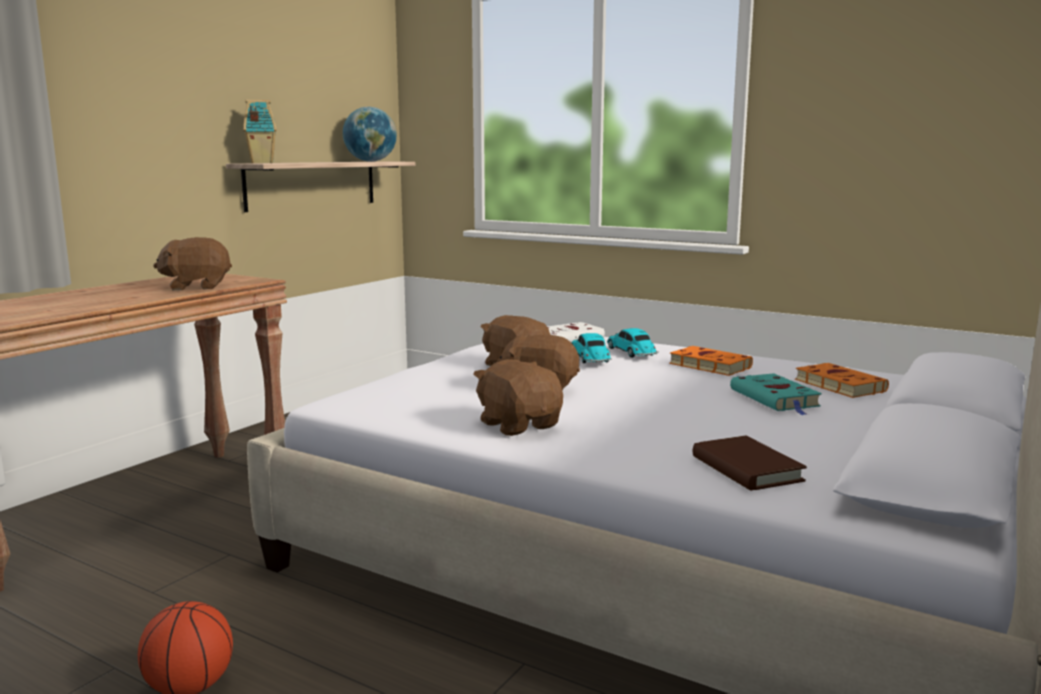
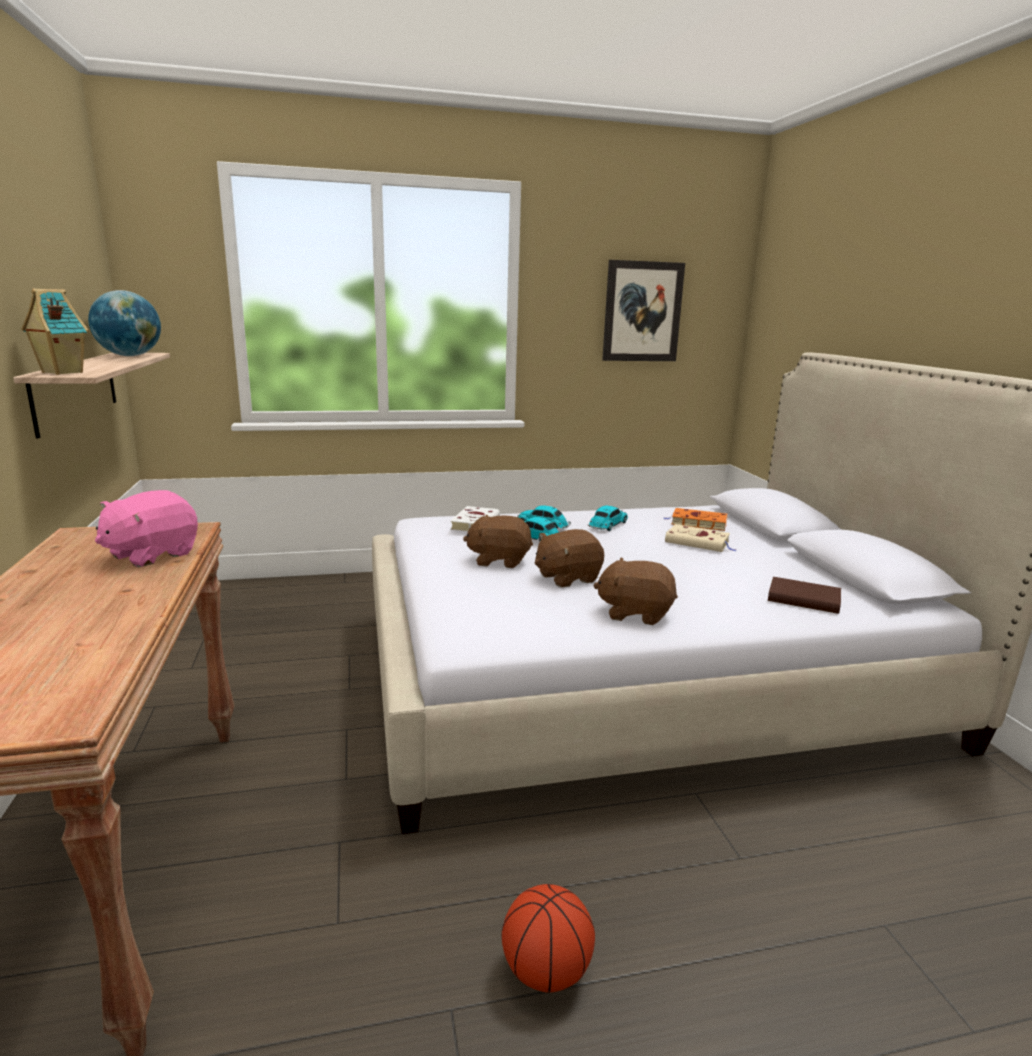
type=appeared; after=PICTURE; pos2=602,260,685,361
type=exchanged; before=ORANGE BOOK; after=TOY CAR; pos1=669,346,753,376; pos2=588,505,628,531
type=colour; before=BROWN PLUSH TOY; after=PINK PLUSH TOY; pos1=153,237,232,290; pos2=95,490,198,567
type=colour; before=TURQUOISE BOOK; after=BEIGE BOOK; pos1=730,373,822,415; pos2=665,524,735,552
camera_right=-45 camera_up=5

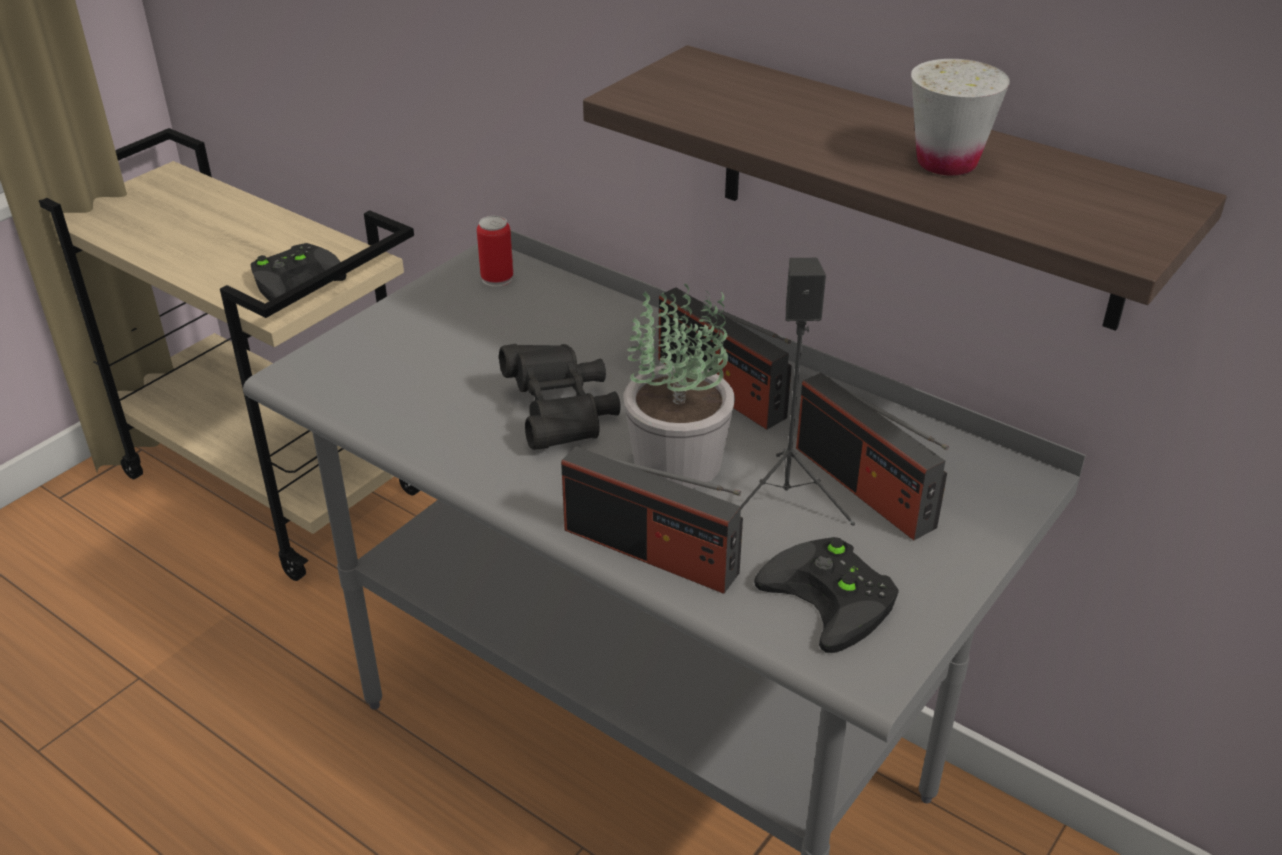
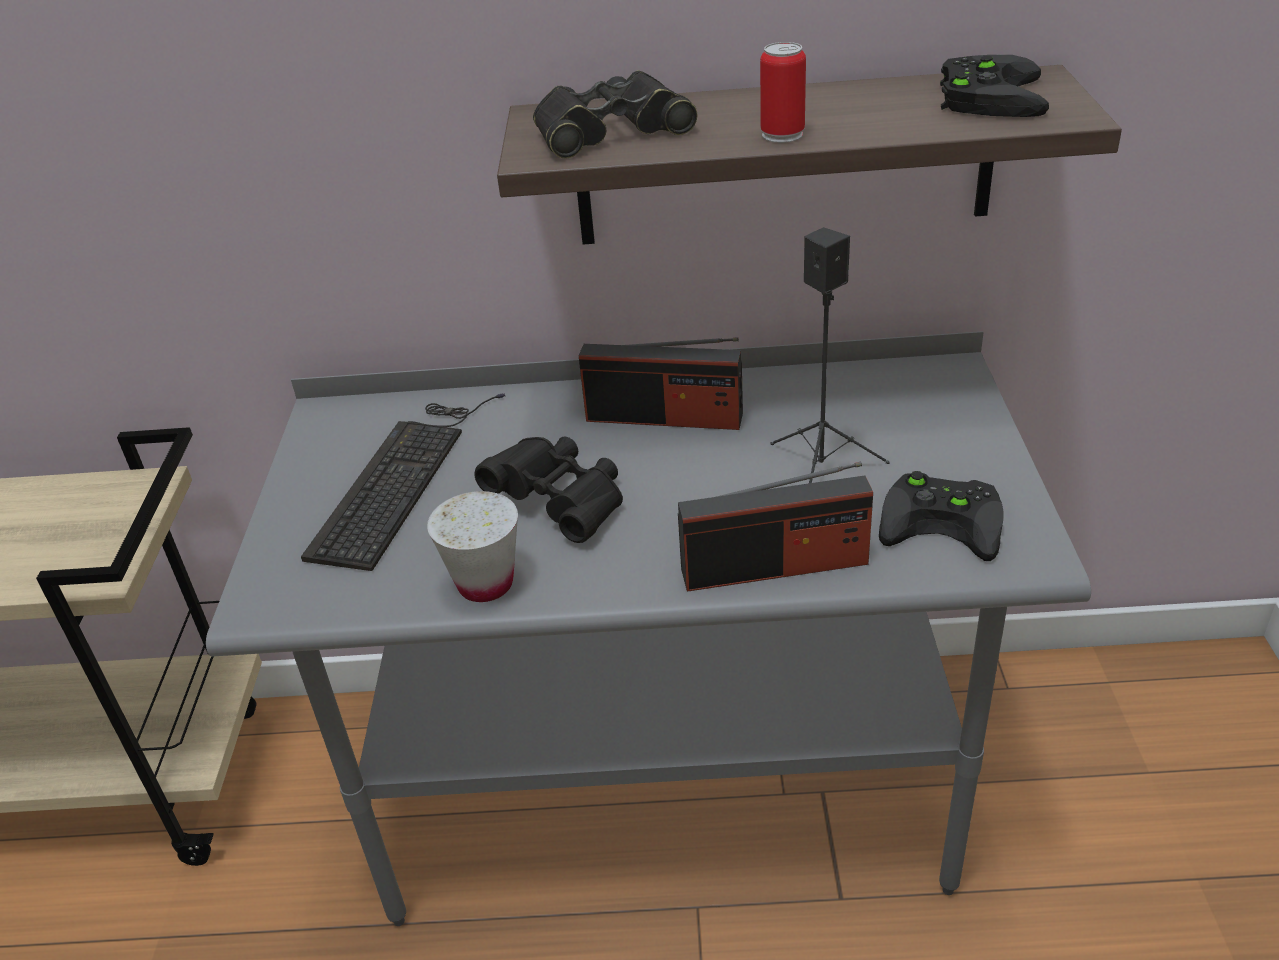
type=missing; before=POTTED PLANT; pos1=623,283,735,489
type=missing; before=RADIO; pos1=796,373,949,540
type=appeared; after=KEYBOARD; pos2=301,393,505,571
type=appeared; after=BLACK BINOCULARS; pos2=533,70,697,158
type=relocated; before=BLACK GAME CONTROLLER; pos1=251,243,346,301; pos2=940,55,1049,117
type=relocated; before=CAN; pos1=477,216,513,287; pos2=760,42,806,143
type=relocated; before=WHITE CUP; pos1=911,59,1010,176; pos2=427,491,518,602
camera_right=-35 camera_up=0

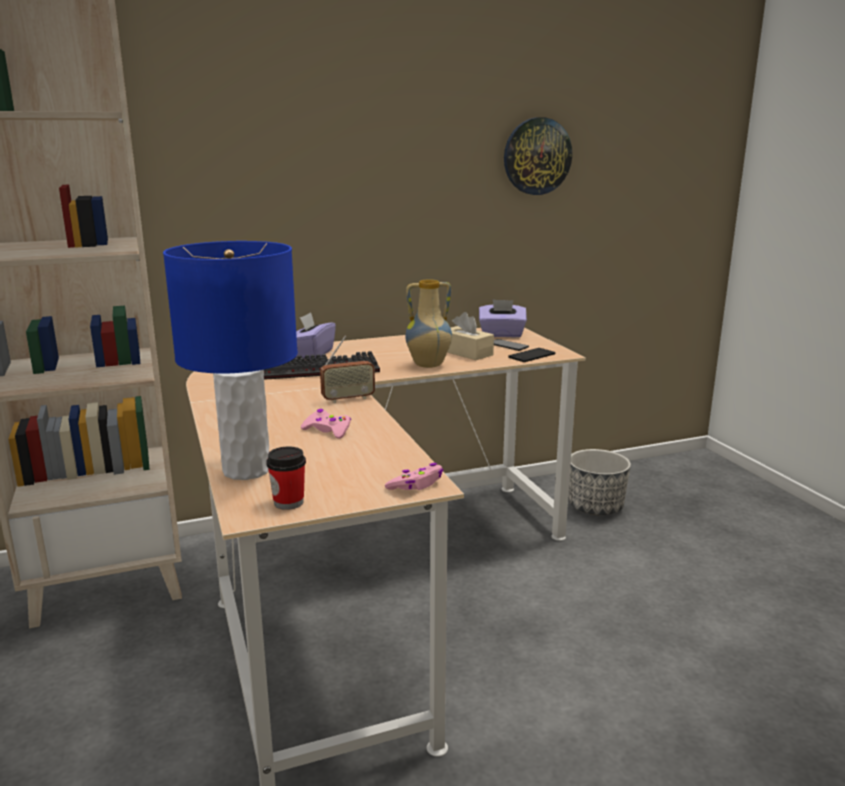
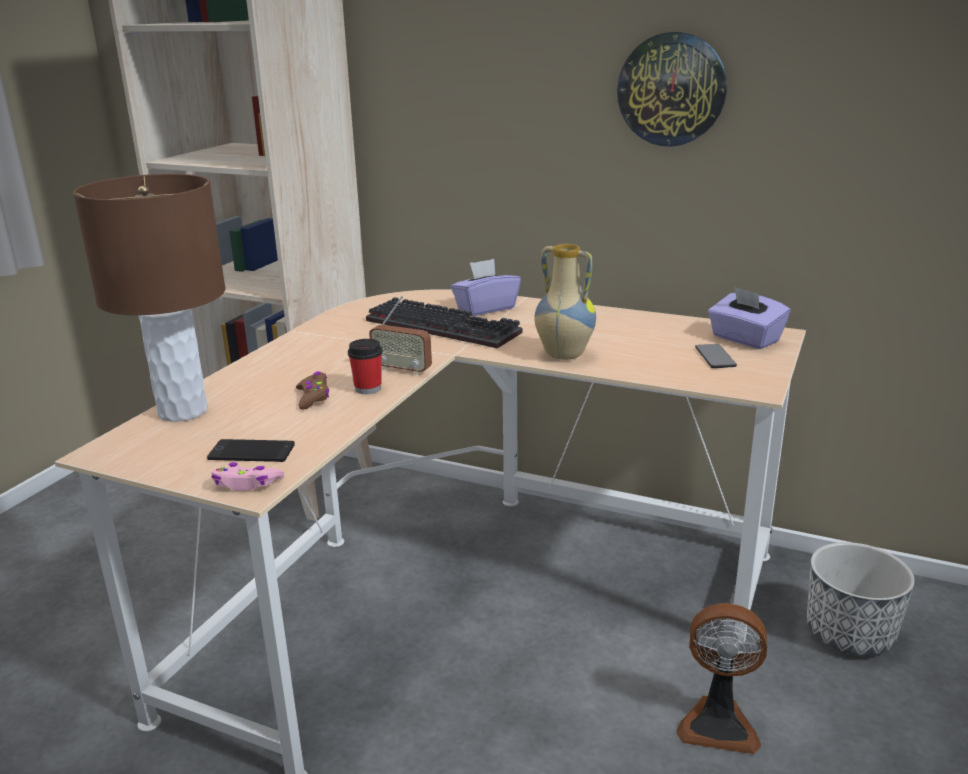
type=missing; before=BEIGE TISSUE BOX; pos1=447,312,494,360
type=appeared; after=FAN; pos2=677,603,767,754
type=relocated; before=CUP; pos1=266,447,306,510; pos2=348,339,383,394
type=relocated; before=WALL CLOCK; pos1=504,117,572,195; pos2=617,32,727,147
type=relocated; before=PHONE; pos1=508,348,556,362; pos2=207,439,295,462
type=colour; before=BLUE TABLE LAMP; after=BROWN TABLE LAMP; pos1=163,241,298,480; pos2=73,174,226,422
type=colour; before=PINK GAME CONTROLLER; after=BROWN GAME CONTROLLER; pos1=301,409,351,439; pos2=296,371,329,410
camera_right=45 camera_up=5

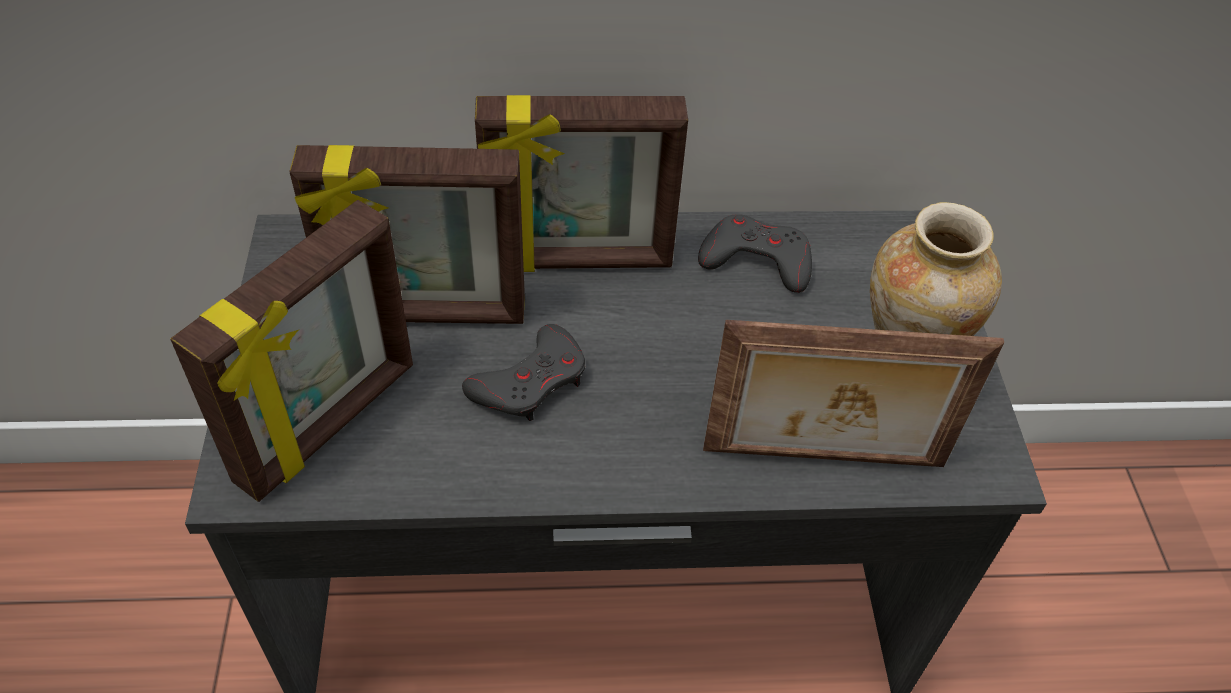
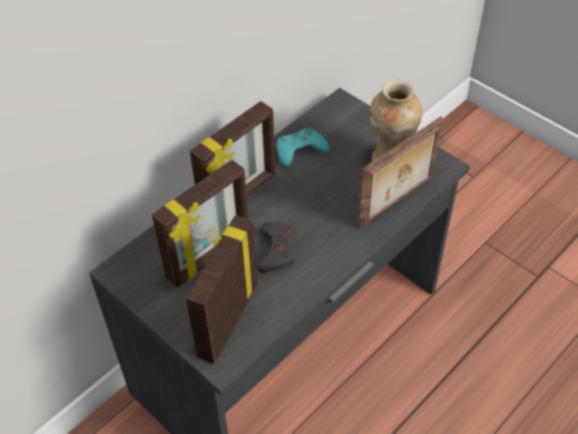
type=colour; before=GREY GAME CONTROLLER; after=TURQUOISE GAME CONTROLLER; pos1=698,214,812,293; pos2=276,128,329,167
type=spun; before=PICTURE FRAME; pos1=170,200,413,502; pos2=186,215,257,364; turn=-150
camera_right=-40 camera_up=0

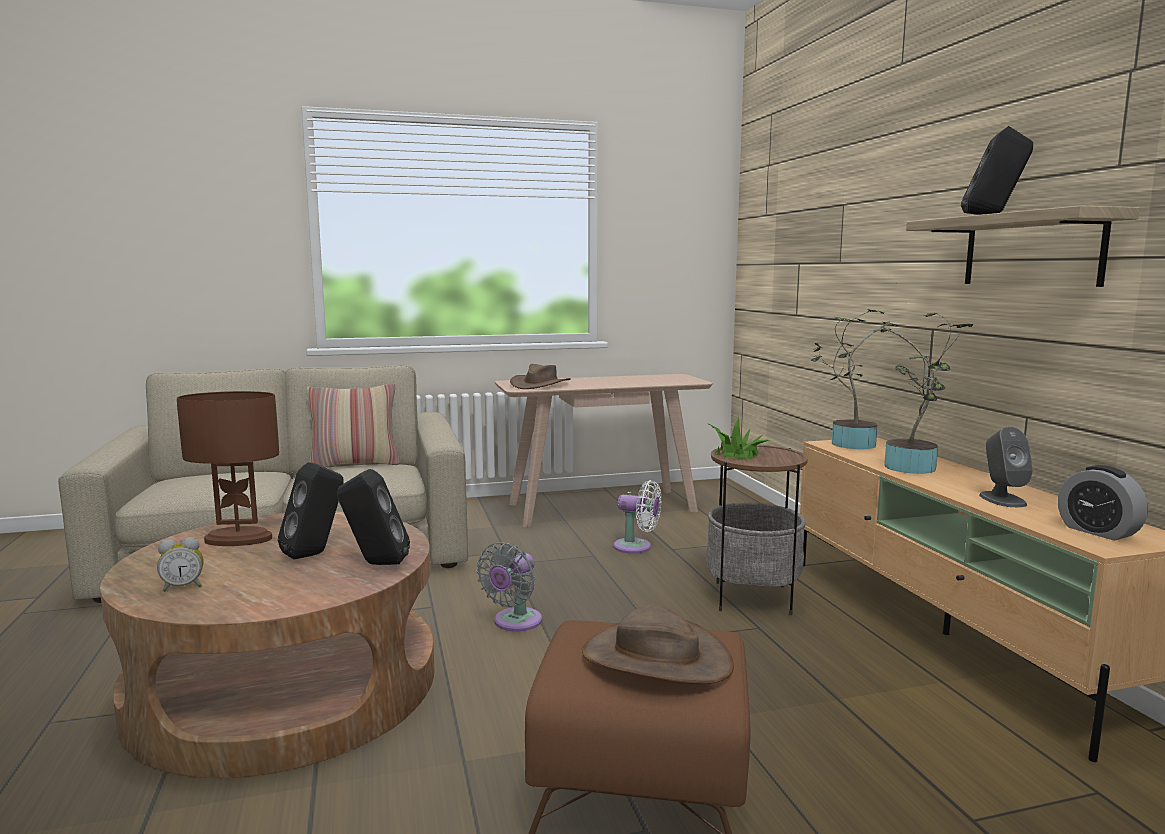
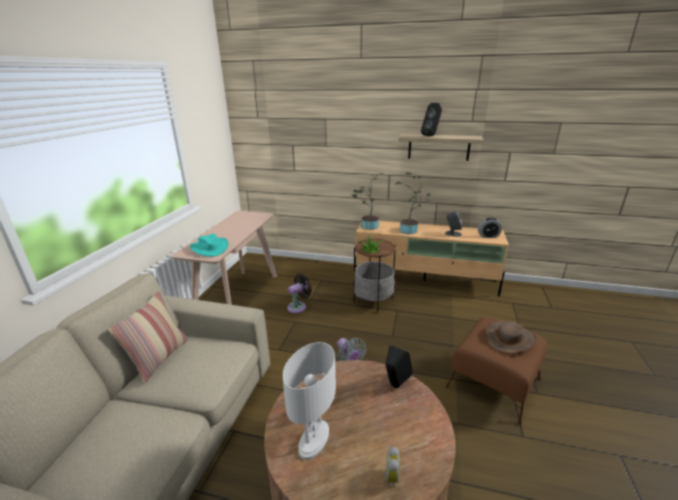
type=missing; before=BLACK SPEAKER; pos1=278,462,344,559
type=colour; before=BROWN TABLE LAMP; after=WHITE TABLE LAMP; pos1=177,391,279,546; pos2=283,342,336,460
type=colour; before=BROWN HAT; after=TURQUOISE HAT; pos1=510,364,571,389; pos2=190,234,228,257
type=colour; before=WHITE FAN; after=BLACK FAN; pos1=614,480,662,554; pos2=287,274,312,313
camera_right=-60 camera_up=15

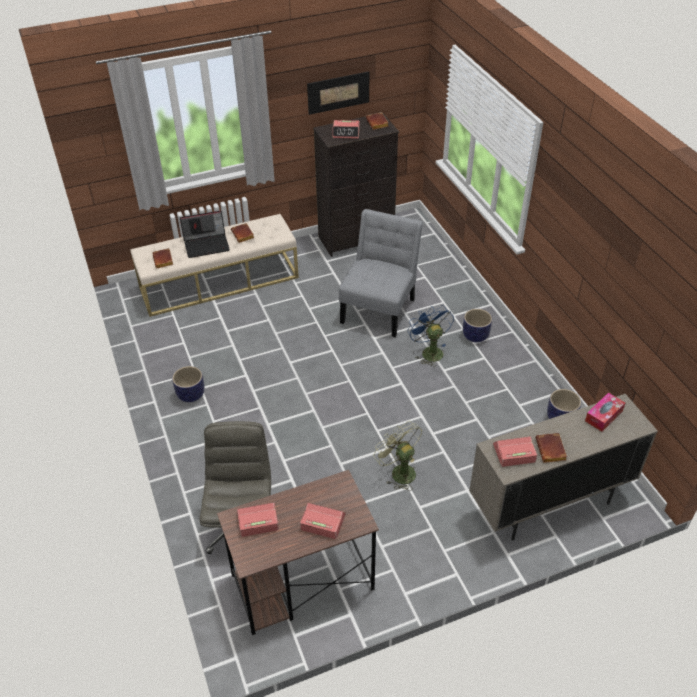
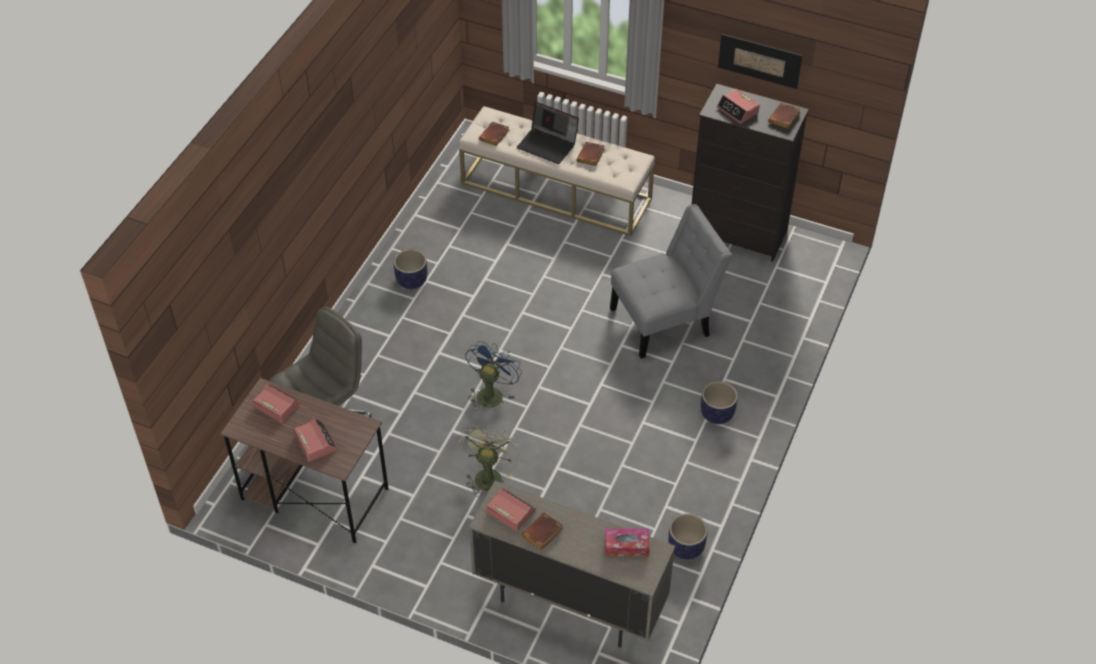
type=relocated; before=BLUE FAN; pos1=407,305,454,367; pos2=465,341,522,411
camera_right=45 camera_up=5

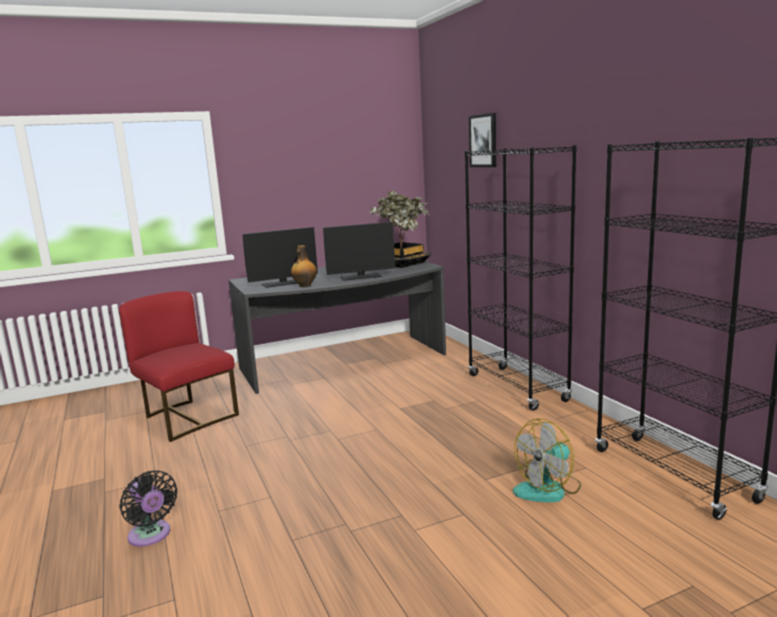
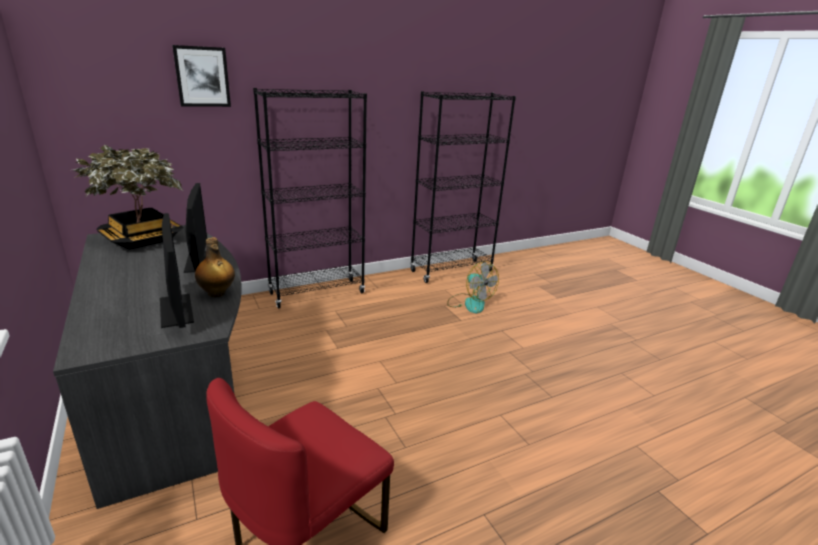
type=missing; before=BLACK FAN; pos1=120,470,177,547
camera_right=-95 camera_up=10

